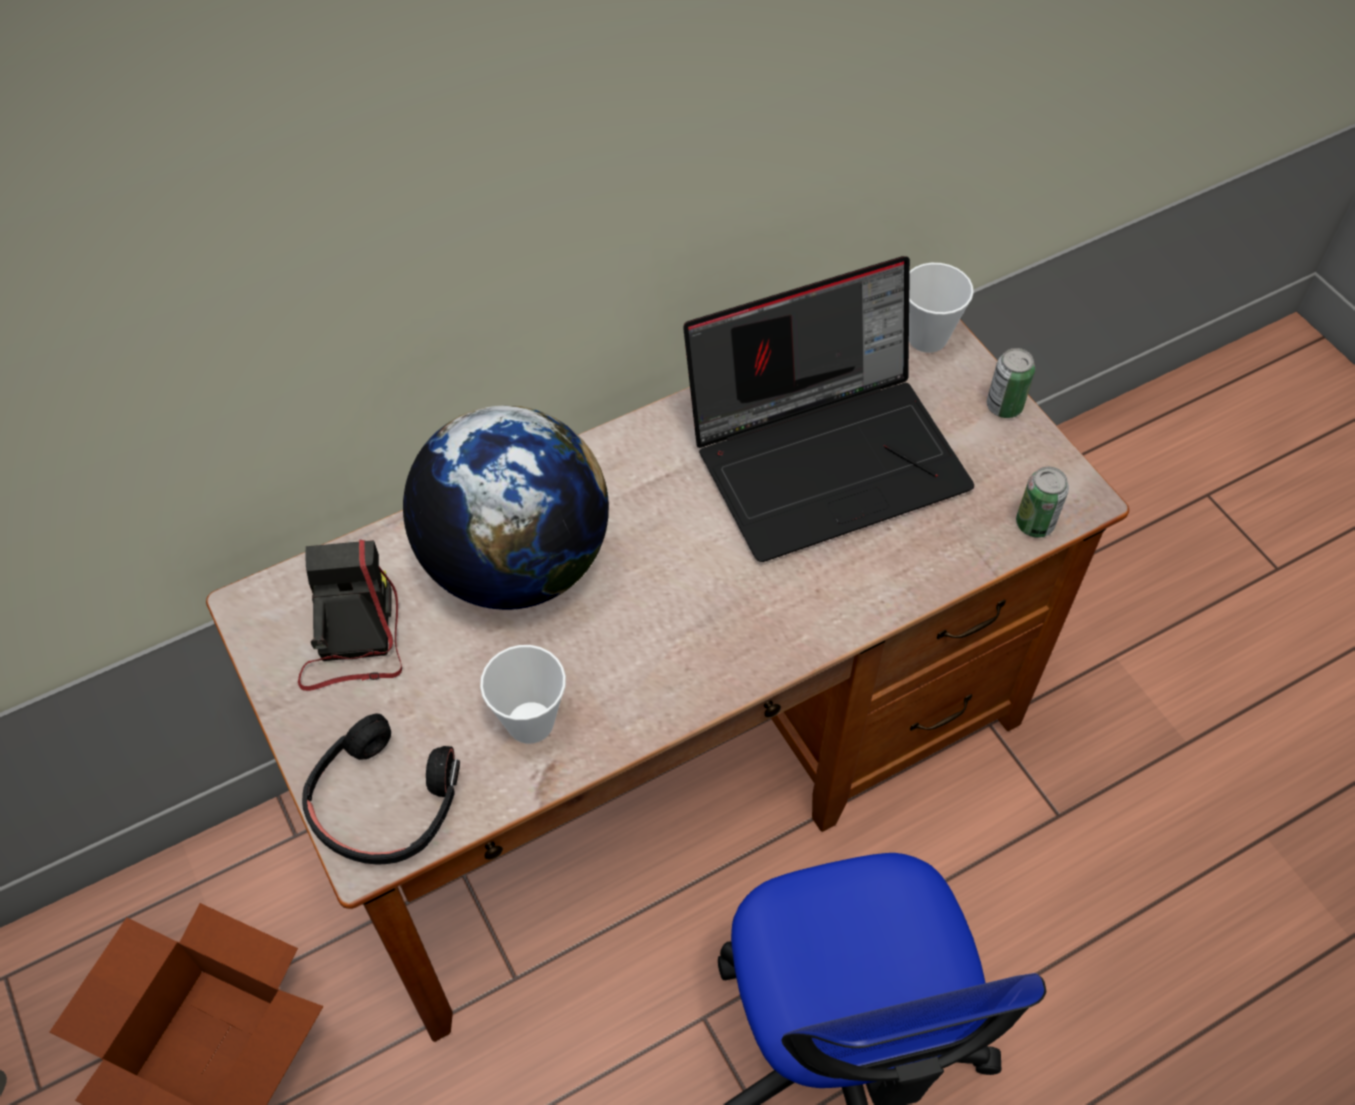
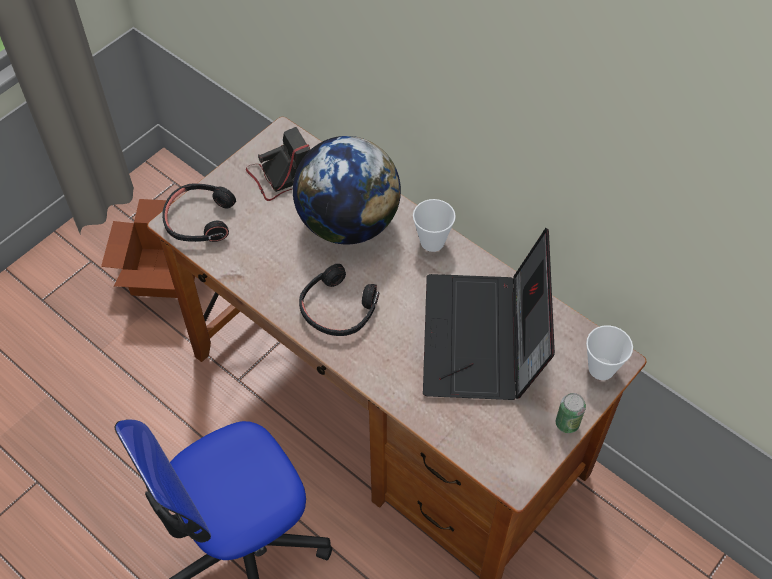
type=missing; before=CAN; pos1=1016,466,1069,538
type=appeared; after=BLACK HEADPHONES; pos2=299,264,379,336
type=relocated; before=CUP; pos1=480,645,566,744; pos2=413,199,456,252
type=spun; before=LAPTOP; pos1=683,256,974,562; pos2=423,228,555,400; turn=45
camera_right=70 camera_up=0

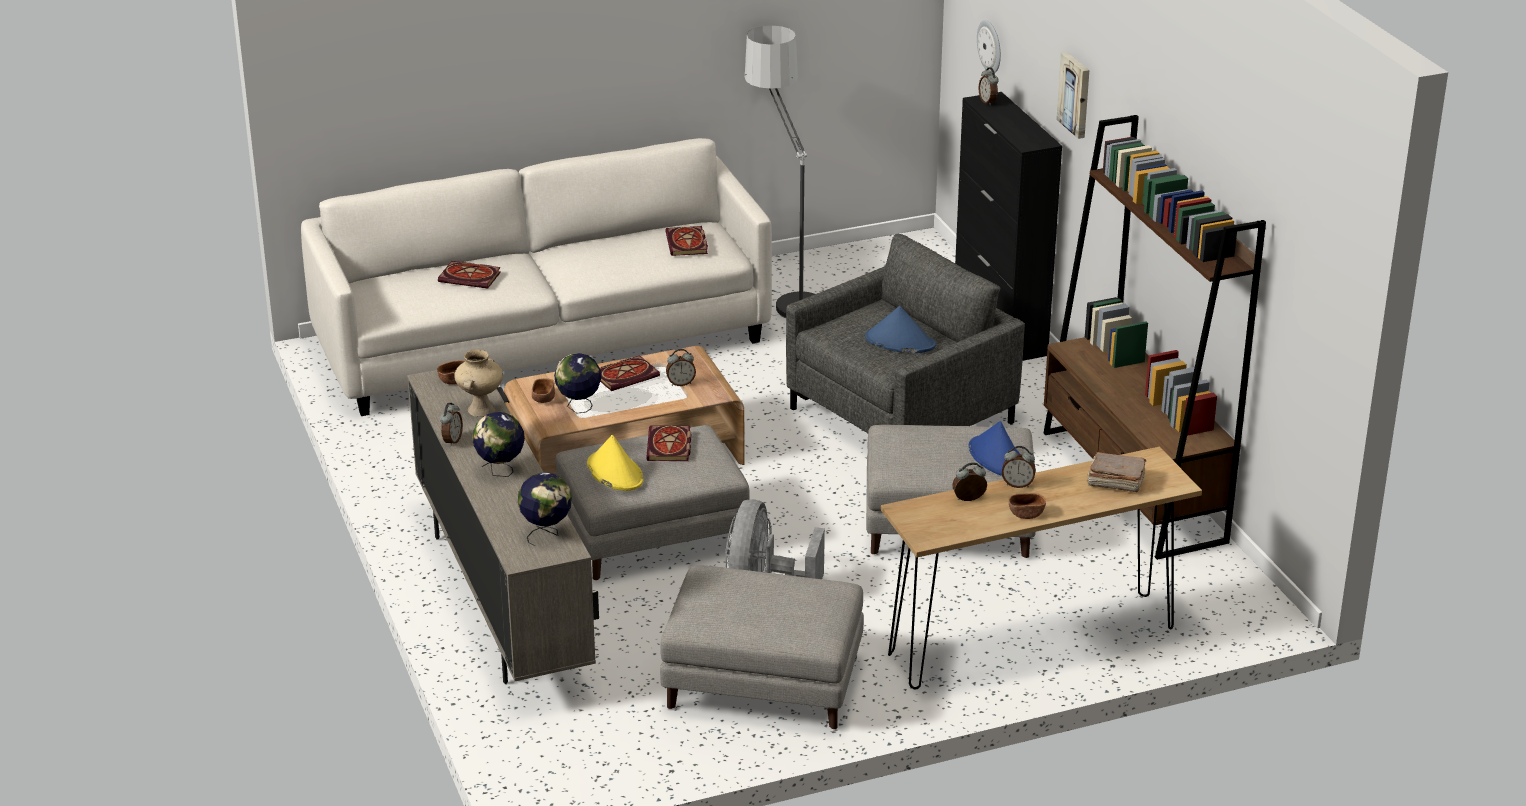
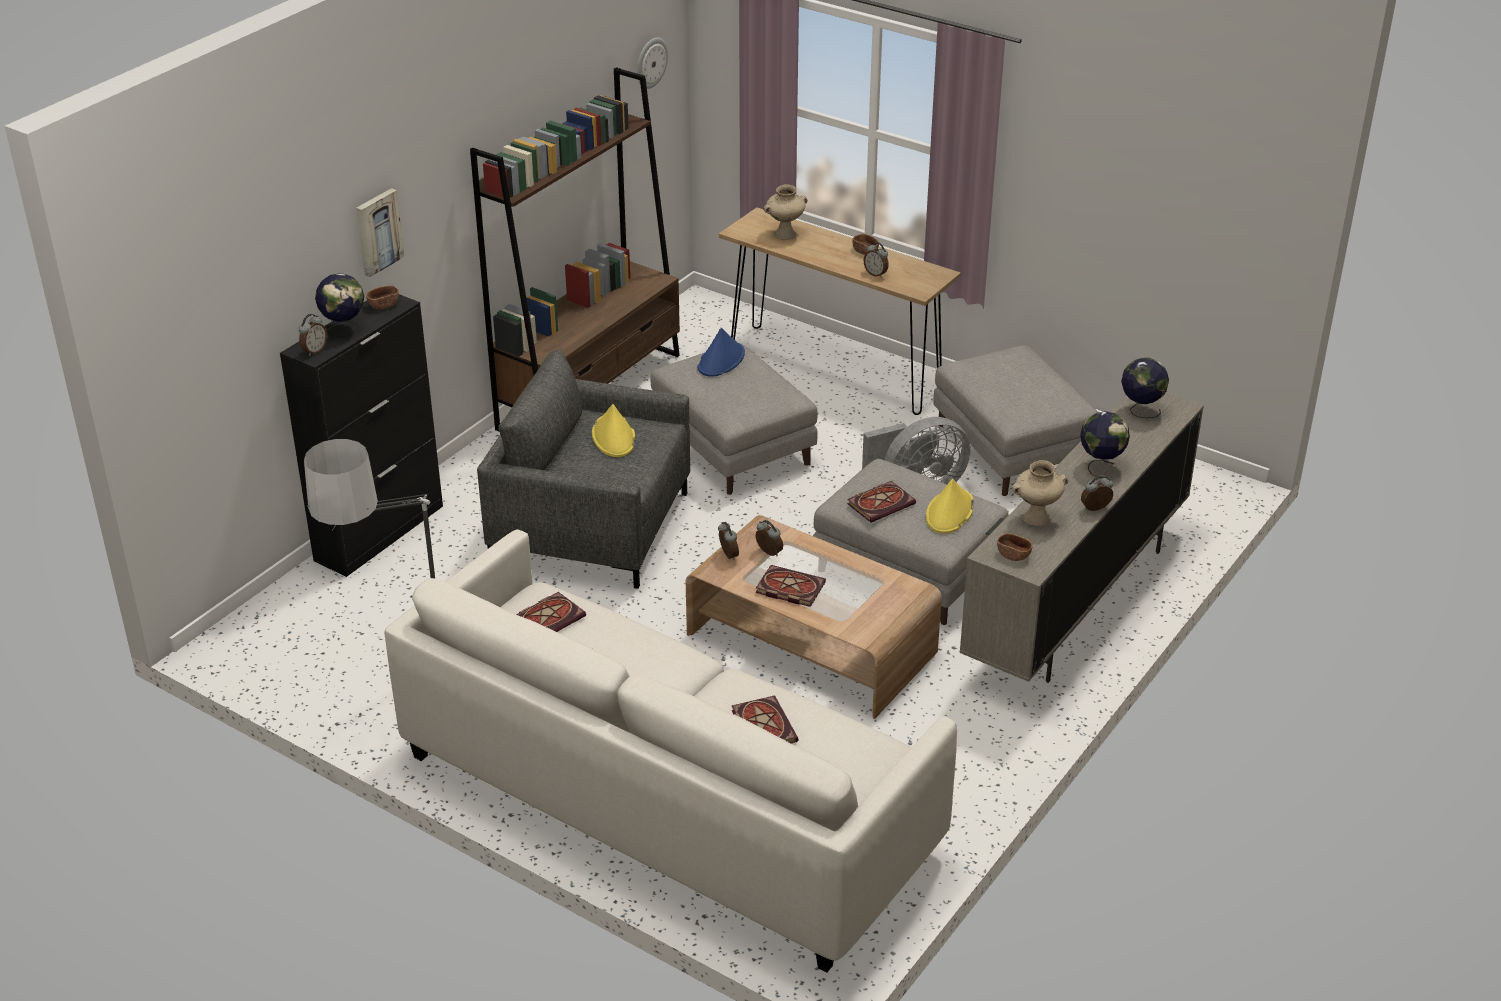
type=relocated; before=BROWN BOWL; pos1=532,378,555,403; pos2=366,285,399,309
type=relocated; before=GLOBE; pos1=554,353,601,414; pos2=315,273,364,338
type=relocated; before=WALL CLOCK; pos1=977,20,1001,73; pos2=637,37,668,89
type=relocated; before=ALARM CLOCK; pos1=1002,446,1036,488; pos2=718,522,739,561
type=exchanged; before=BROWN BOOK; after=BEIGE VASE; pos1=1087,452,1146,492; pos2=764,185,808,240
type=colour; before=BLUE HAT; after=YELLOW HAT; pos1=865,306,936,353; pos2=592,404,635,457
camera_right=-125 camera_up=5

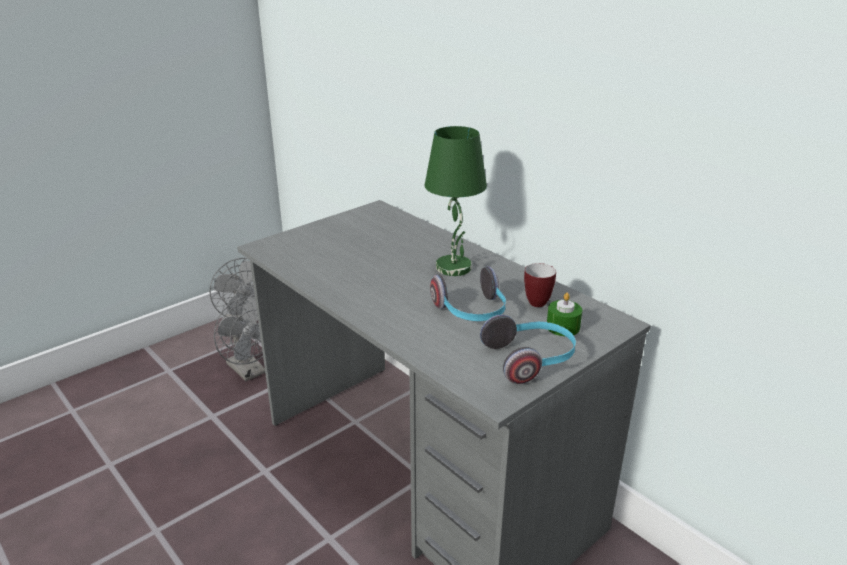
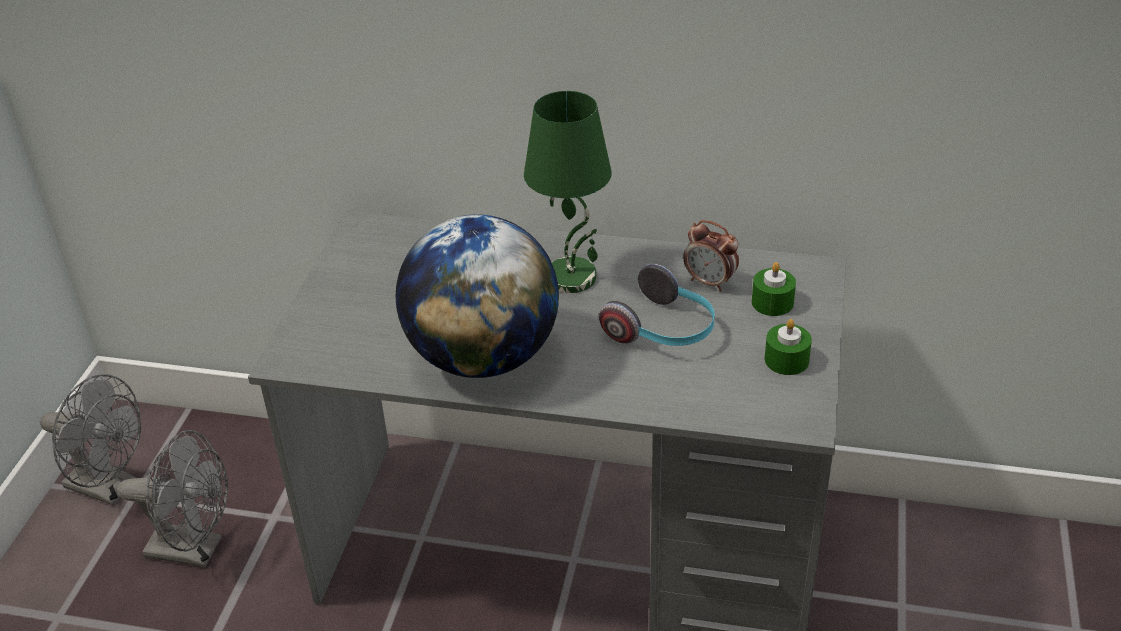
type=appeared; after=GLOBE; pos2=396,214,559,378
type=exchanged; before=HEADPHONES; after=GREEN CANDLE; pos1=480,315,576,384; pos2=765,319,812,375
type=exchanged; before=MUG; after=ALARM CLOCK; pos1=524,263,556,307; pos2=683,220,739,291
camera_right=-35 camera_up=10

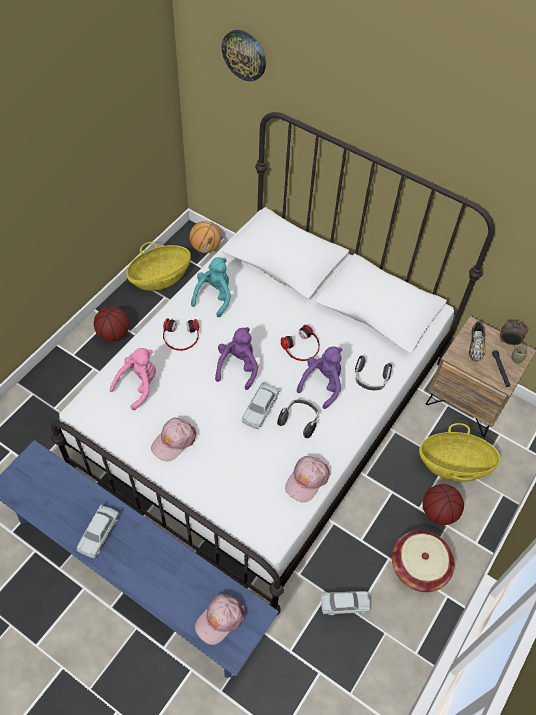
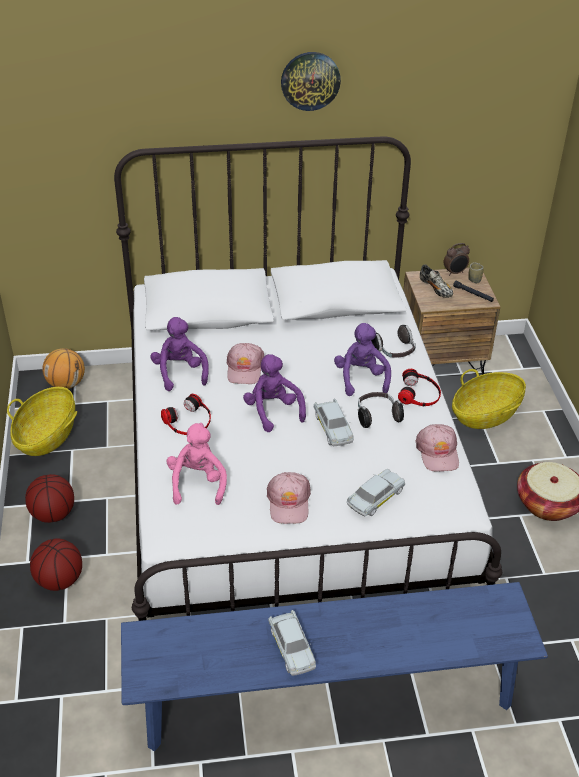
type=relocated; before=PINK CAP; pos1=195,594,245,645; pos2=227,343,264,384
type=relocated; before=WALL CLOCK; pos1=222,30,266,81; pos2=281,52,341,111
type=relocated; before=HEADPHONES; pos1=281,325,320,361; pos2=398,369,441,406
type=relocated; before=WHITE TOY CAR; pos1=321,591,370,615; pos2=347,469,405,516
type=relocated; before=BASKETBALL; pos1=423,484,464,525; pos2=30,538,82,591
type=colour; before=TURQUOISE PLUSH TOY; after=PURPLE PLUSH TOY; pos1=191,257,231,317; pos2=150,317,209,391
camera_right=-40 camera_up=-15

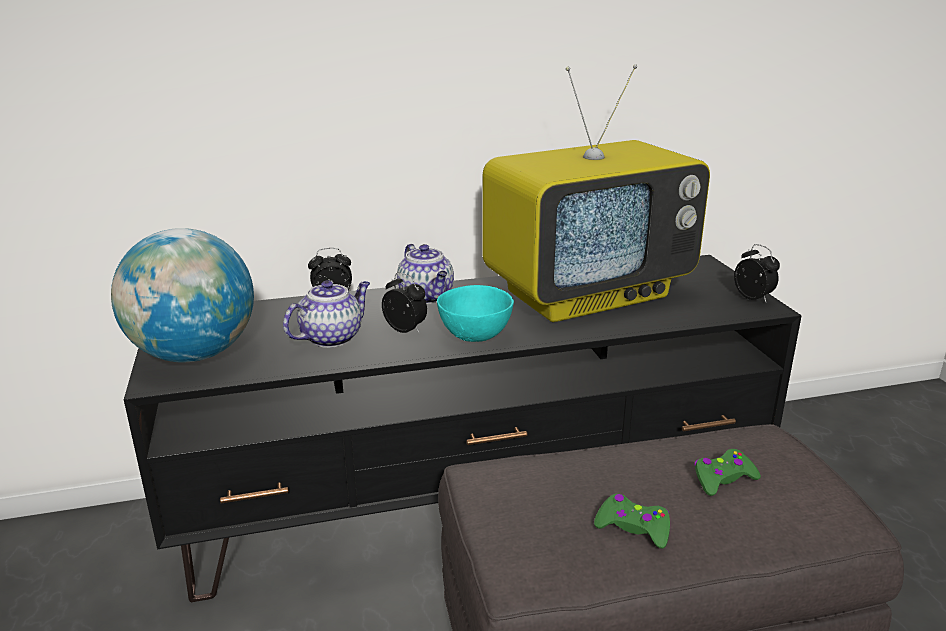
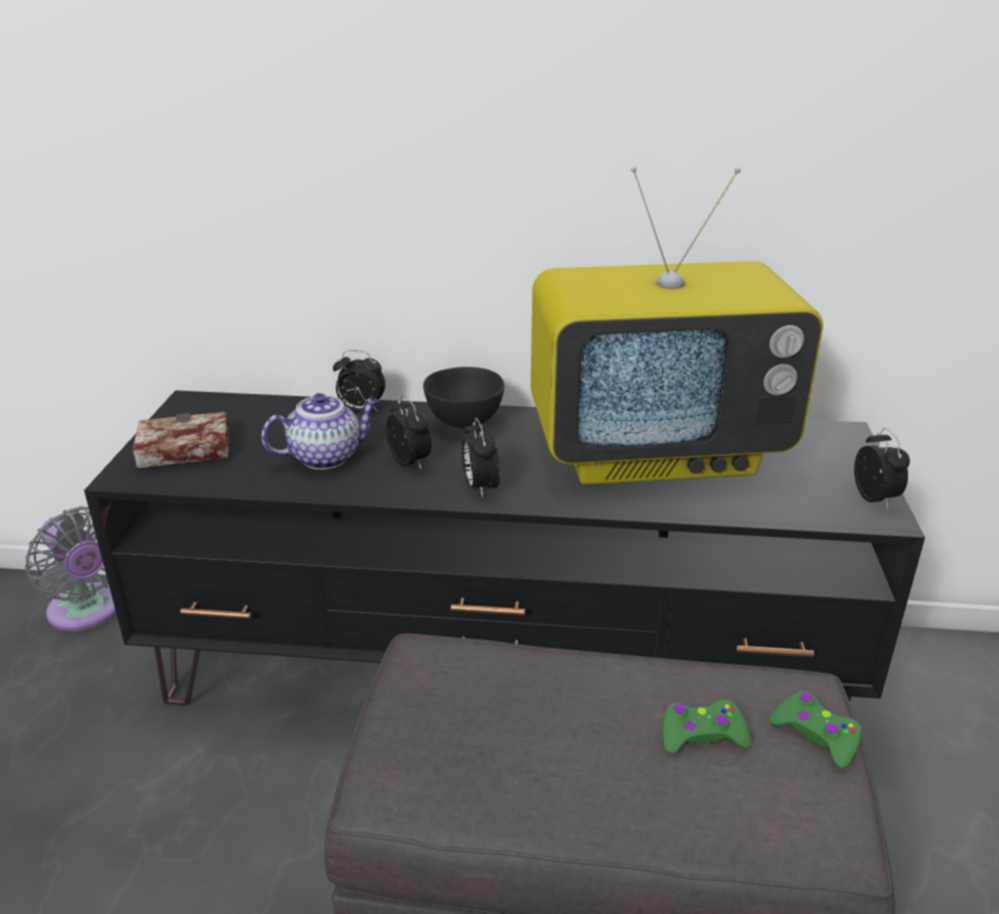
type=appeared; after=GREY FAN; pos2=25,506,116,631
type=relocated; before=GREEN GAME CONTROLLER; pos1=594,494,670,549; pos2=769,691,863,769
type=exchanged; before=GLOBE; after=BOOK; pos1=111,228,254,362; pos2=133,412,229,468
type=exchanged; before=TEAPOT; after=BLACK BOWL; pos1=397,244,454,304; pos2=423,367,504,429
type=exchanged; before=TURQUOISE BOWL; after=ALARM CLOCK; pos1=437,285,514,342; pos2=462,418,500,498
camera_right=20 camera_up=5

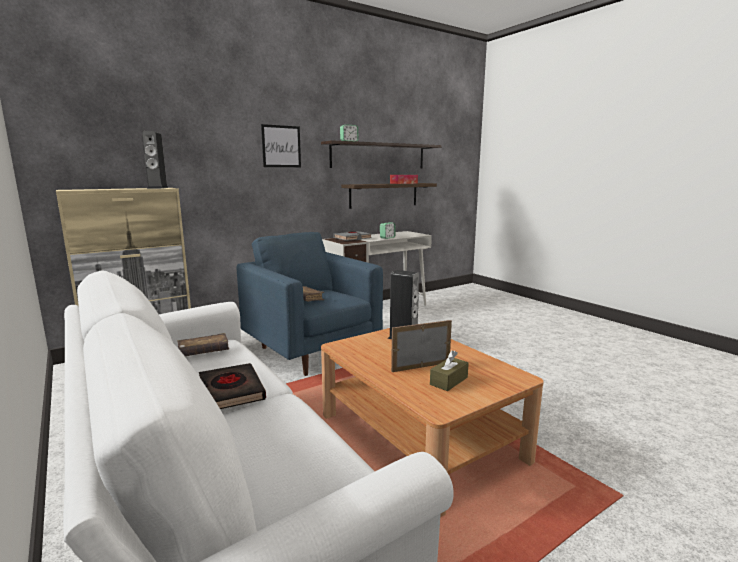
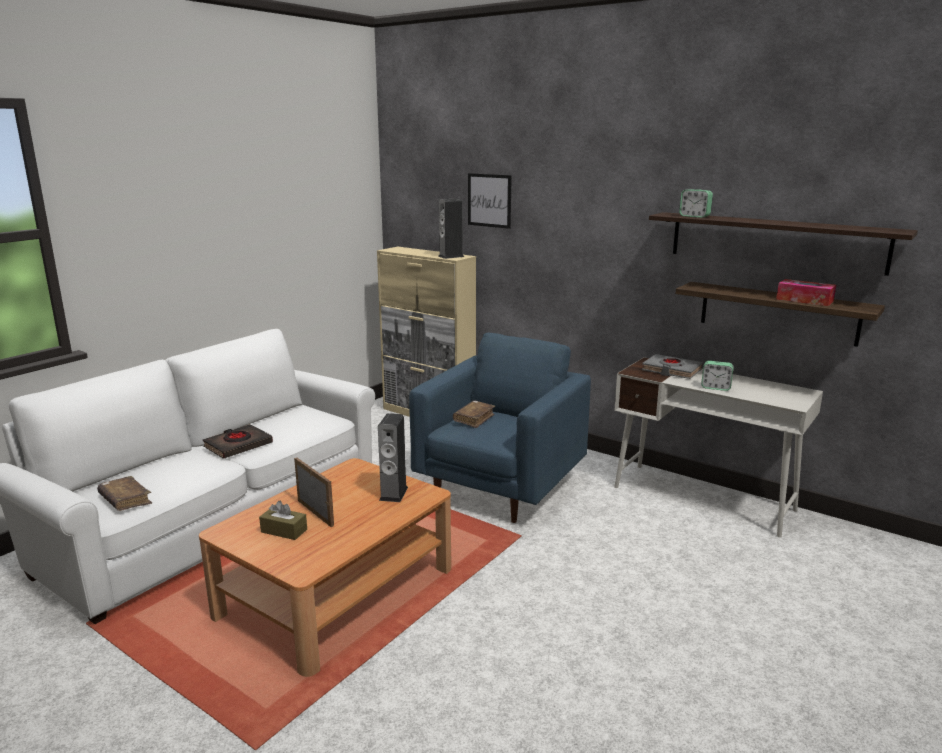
type=relocated; before=BROWN BOOK; pos1=177,333,229,356; pos2=97,476,152,511
type=relocated; before=PICTURE; pos1=261,124,301,167; pos2=468,173,512,229
camera_right=70 camera_up=5

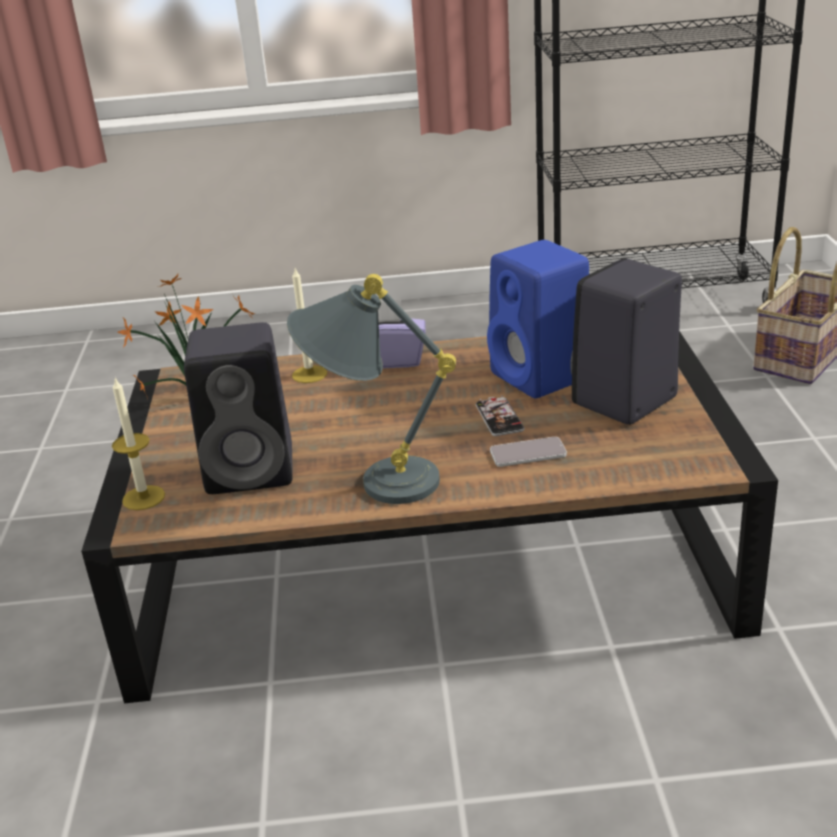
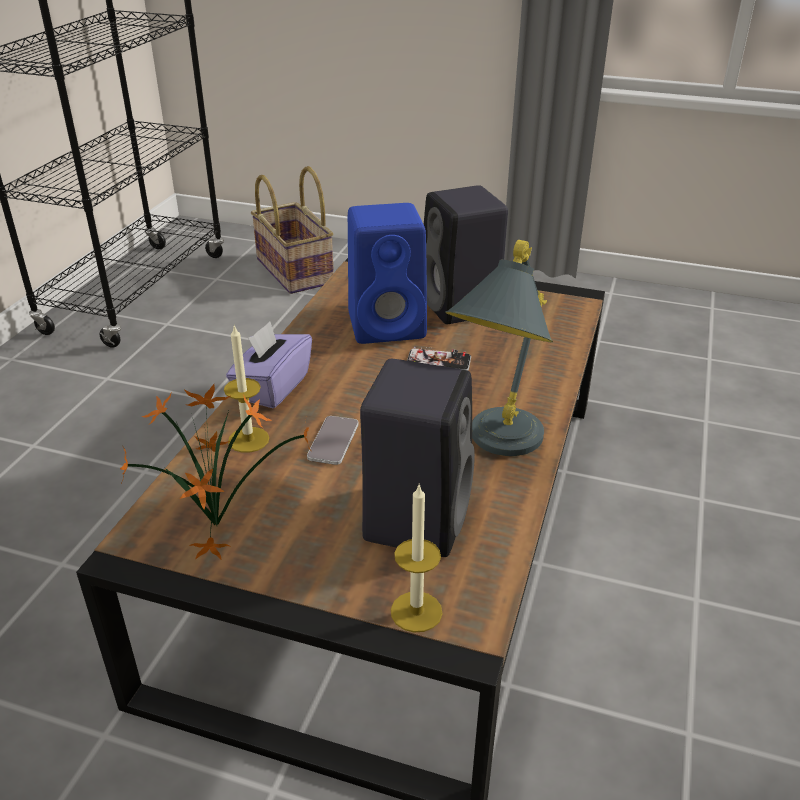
type=relocated; before=PHONE; pos1=490,437,567,467; pos2=307,416,359,465
camera_right=-70 camera_up=5

